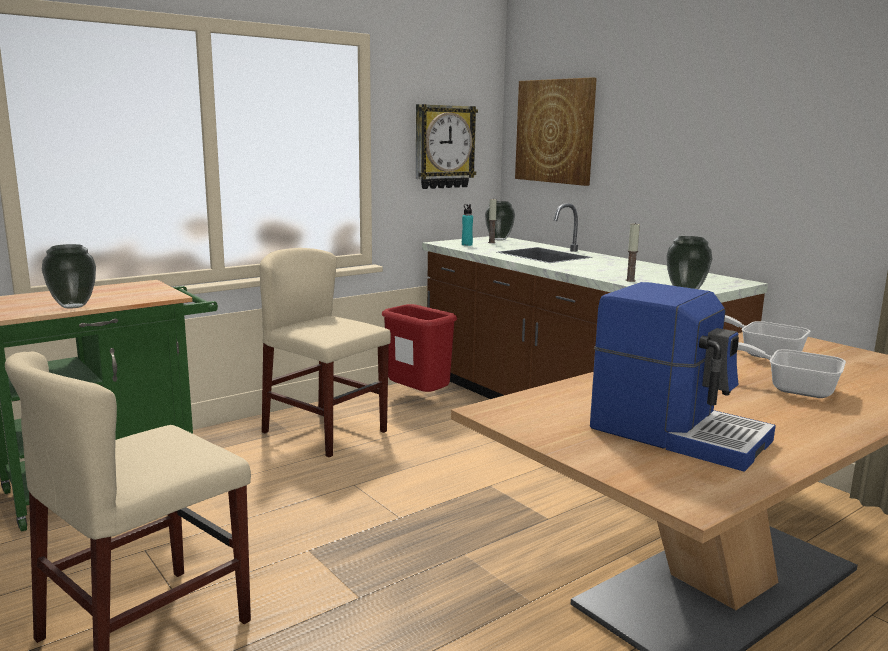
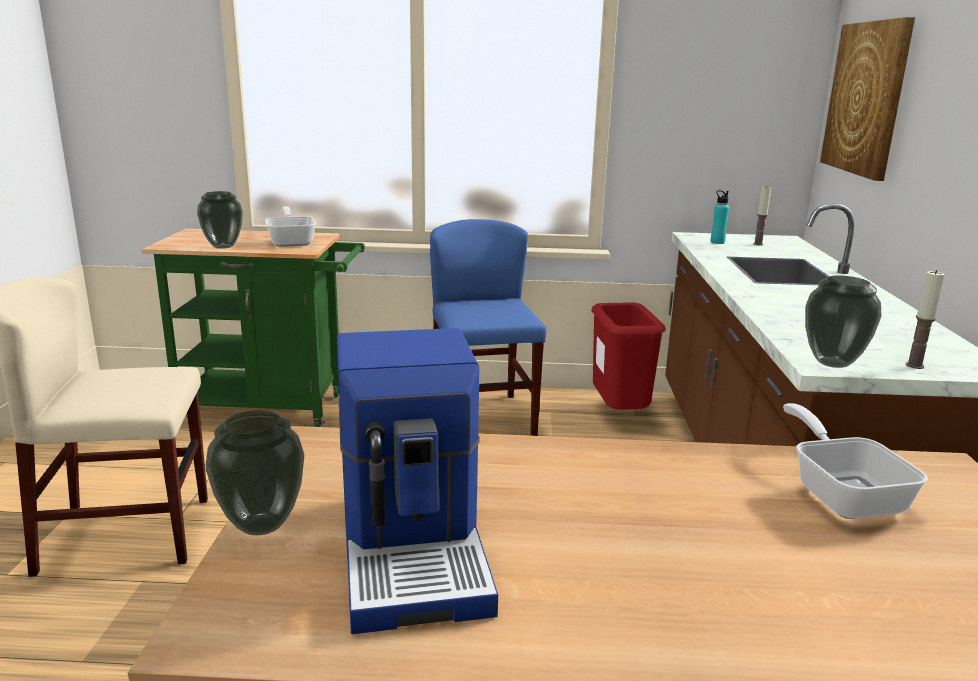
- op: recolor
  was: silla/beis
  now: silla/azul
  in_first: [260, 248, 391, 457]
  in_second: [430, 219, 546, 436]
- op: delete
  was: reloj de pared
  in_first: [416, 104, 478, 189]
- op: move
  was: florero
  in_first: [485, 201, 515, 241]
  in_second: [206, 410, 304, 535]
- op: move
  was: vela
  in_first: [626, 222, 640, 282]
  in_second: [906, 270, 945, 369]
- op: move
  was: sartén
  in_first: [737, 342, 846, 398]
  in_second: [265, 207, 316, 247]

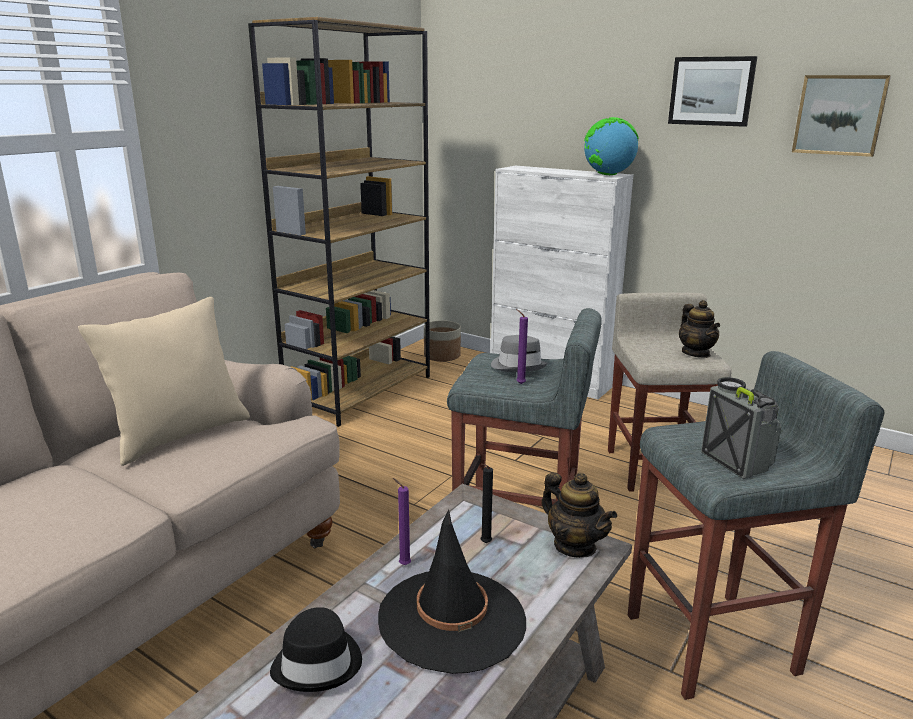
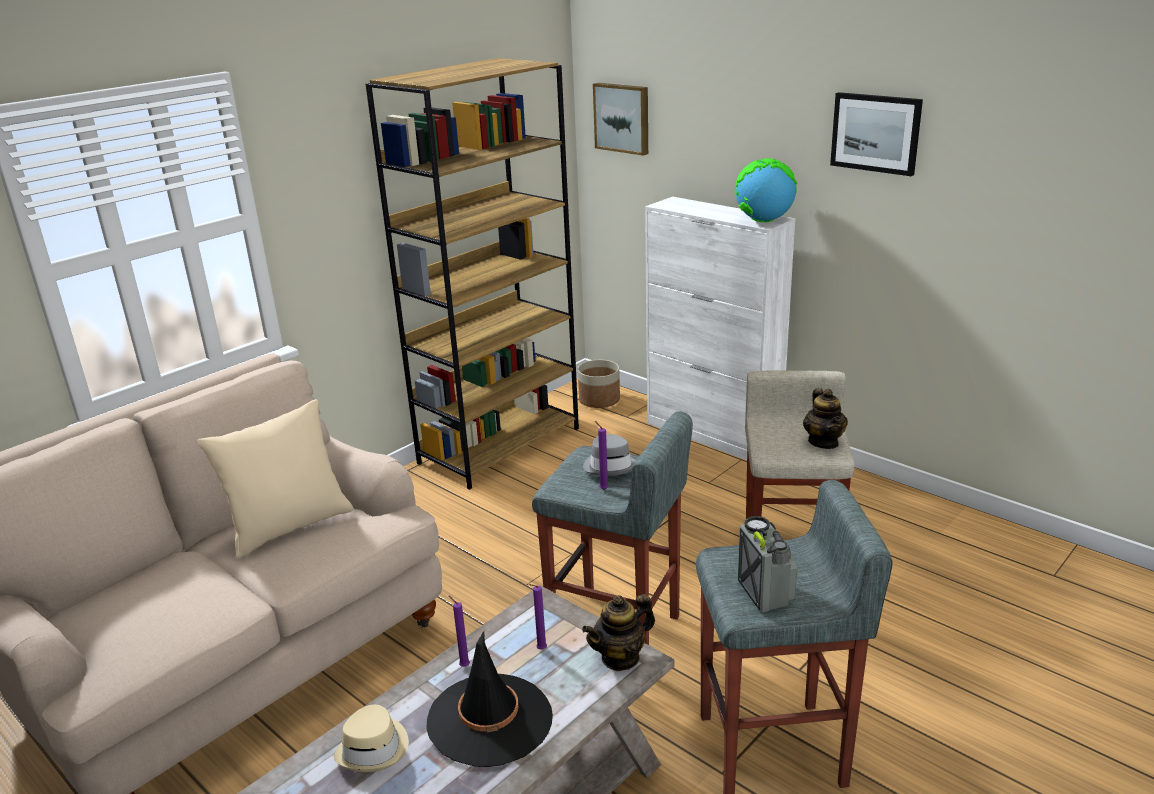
- op: recolor
  was: sombrero/negro
  now: sombrero/beis
  in_first: [270, 607, 362, 692]
  in_second: [334, 705, 409, 772]
- op: recolor
  was: vela/negro
  now: vela/morado
  in_first: [481, 464, 493, 543]
  in_second: [529, 584, 547, 650]
- op: rotate
  was: tetera
  in_first: [541, 472, 617, 558]
  in_second: [582, 594, 655, 671]
  clockwise: 90
- op: move
  was: cuadro
  in_first: [792, 75, 891, 157]
  in_second: [593, 83, 648, 156]

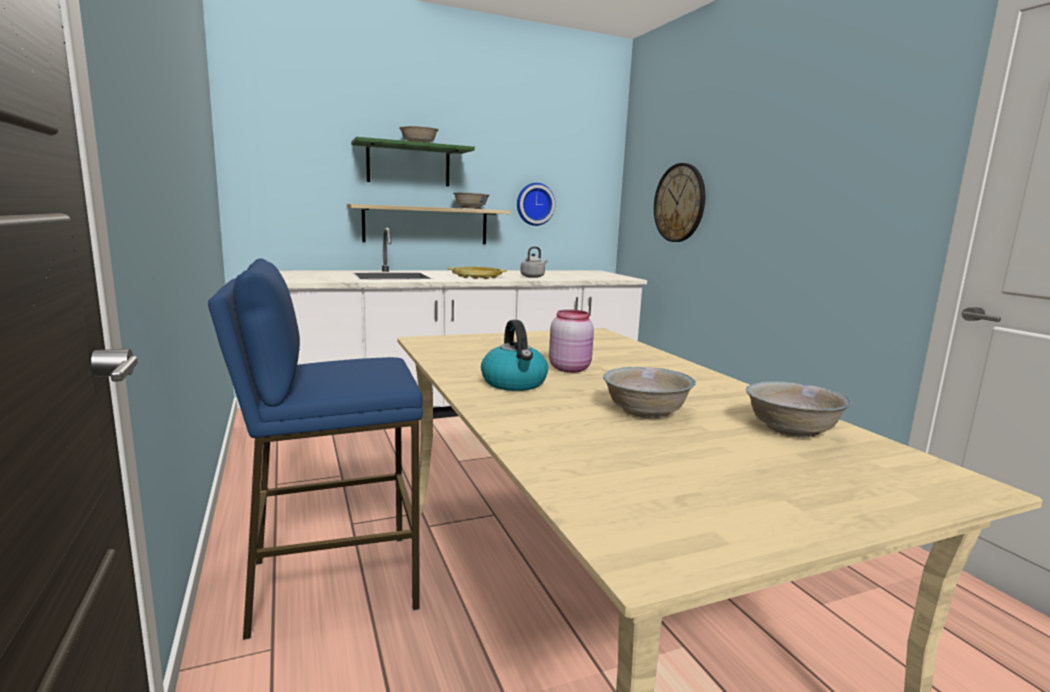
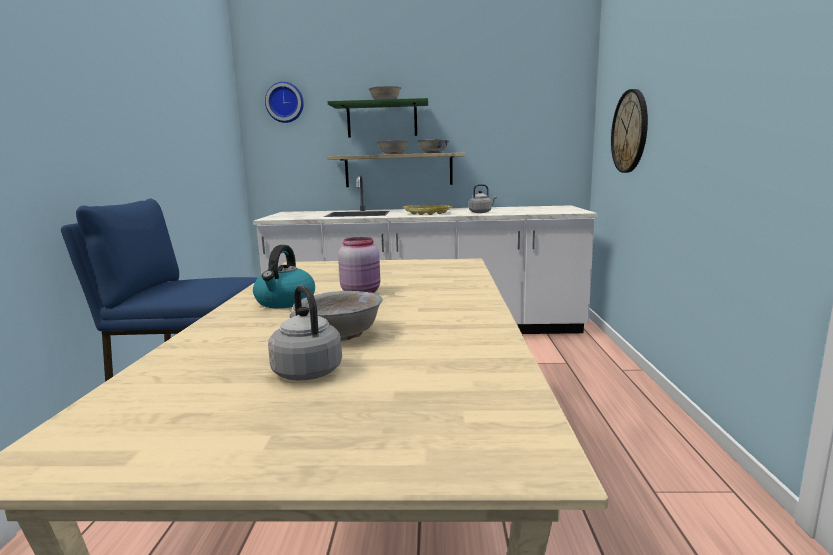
- op: move
  was: reloj de pared
  in_first: [517, 183, 555, 226]
  in_second: [265, 82, 304, 123]
- op: move
  was: cuenco/blanco
  in_first: [746, 381, 852, 437]
  in_second: [377, 140, 408, 155]
- op: insert
  now: hervidor/gris
  in_second: [268, 285, 342, 380]

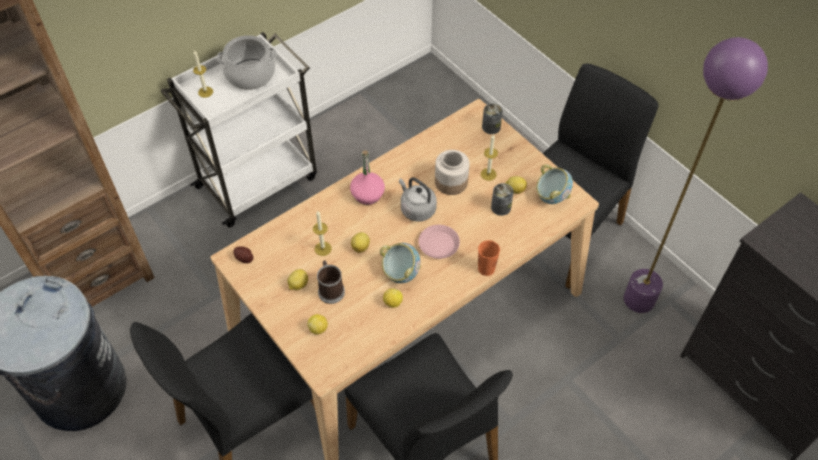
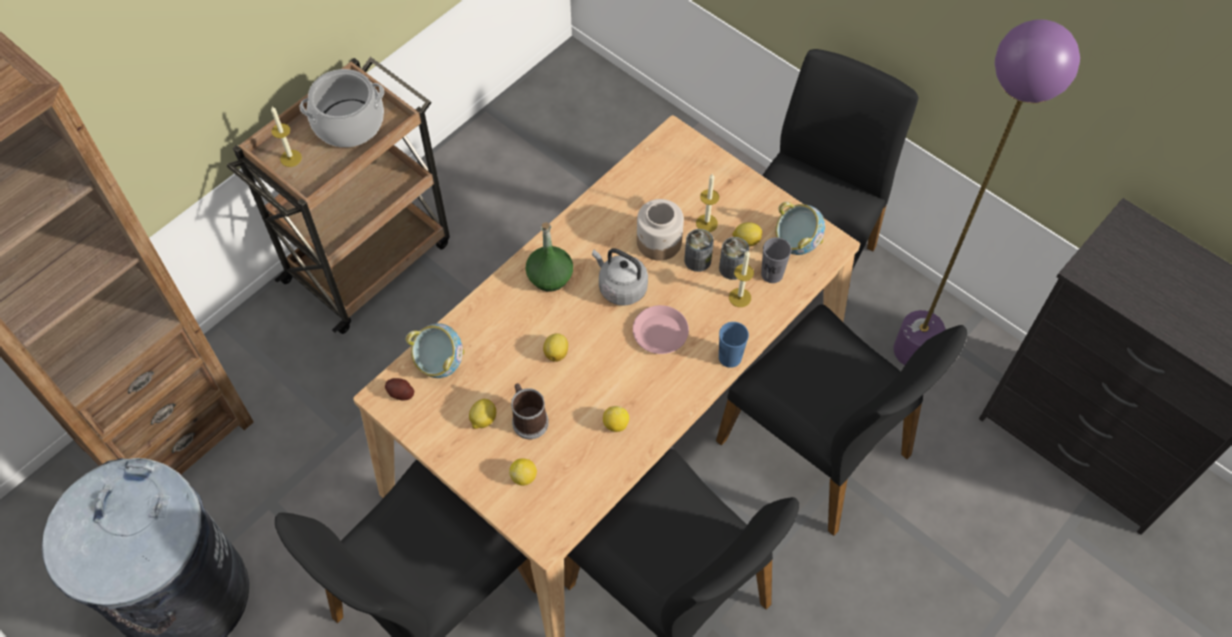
- op: recolor
  was: carrito/blanco
  now: carrito/marrón
  in_first: [161, 32, 317, 228]
  in_second: [227, 57, 450, 334]
- op: move
  was: vela
  in_first: [313, 211, 332, 256]
  in_second: [729, 251, 754, 307]
- op: recolor
  was: botella/rosa
  now: botella/verde
  in_first: [350, 150, 385, 205]
  in_second: [525, 222, 573, 292]
- op: move
  was: cuenco
  in_first: [380, 243, 421, 283]
  in_second: [406, 323, 464, 378]
- op: recolor
  was: taza/naranja
  now: taza/azul
  in_first: [478, 240, 500, 276]
  in_second: [719, 322, 749, 368]
- op: move
  was: lata
  in_first: [482, 103, 503, 134]
  in_second: [684, 229, 714, 272]
- op: insert
  now: silla/negro
  in_second: [716, 304, 967, 536]
- op: insert
  now: taza/gris
  in_second: [761, 237, 791, 283]

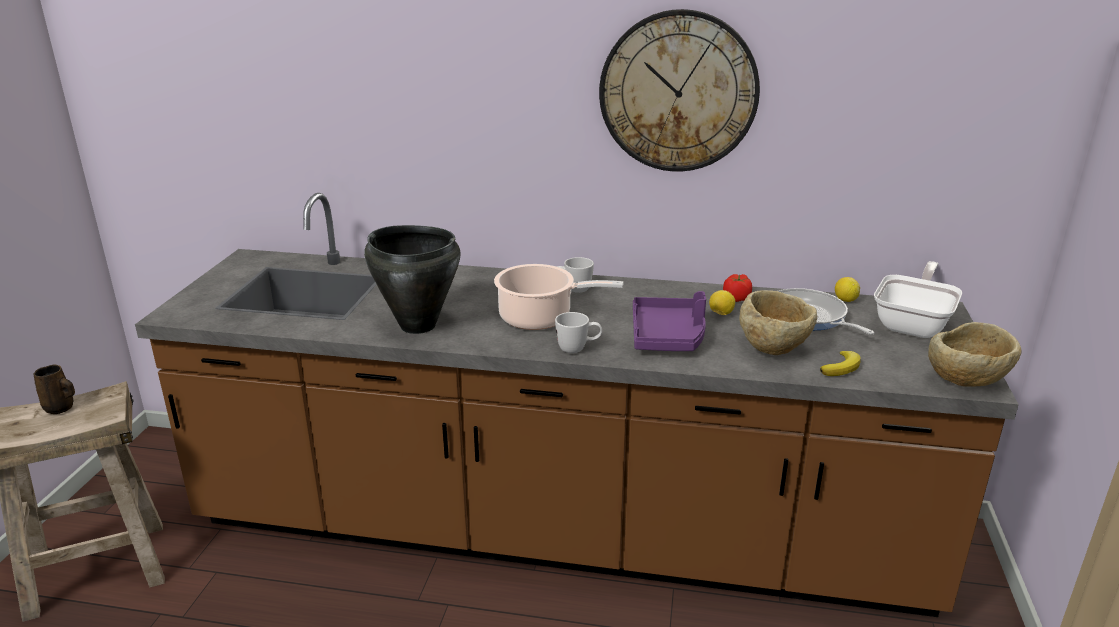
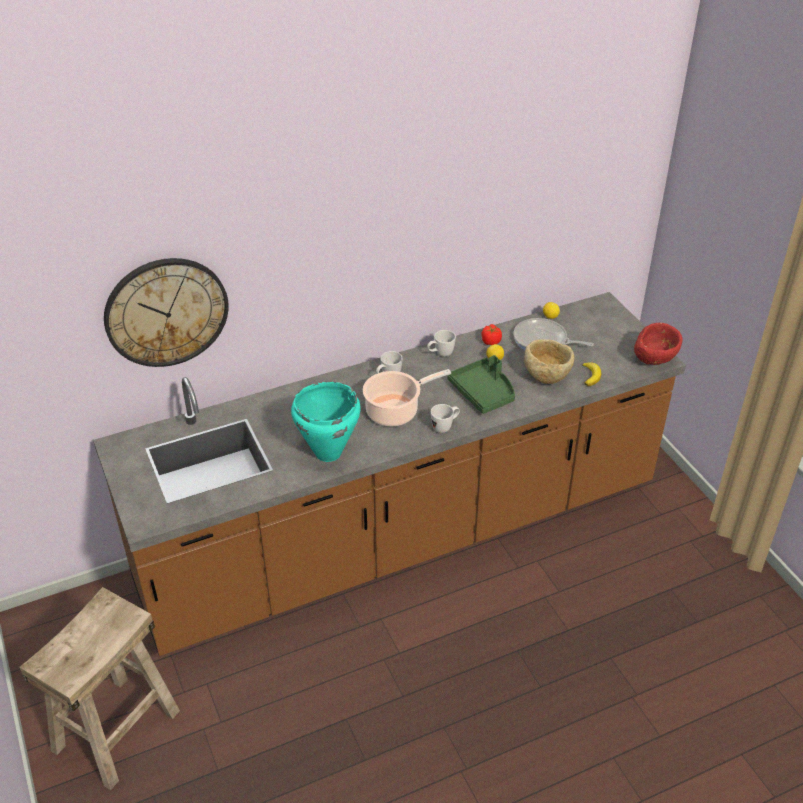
- op: delete
  was: taza grande/marrón
  in_first: [34, 365, 75, 414]
- op: recolor
  was: olla/negro
  now: olla/turquesa
  in_first: [364, 225, 461, 334]
  in_second: [291, 382, 361, 462]
- op: move
  was: reloj de pared
  in_first: [599, 9, 760, 171]
  in_second: [104, 258, 229, 367]
- op: recolor
  was: bandeja/morado
  now: bandeja/verde
  in_first: [633, 291, 706, 351]
  in_second: [447, 355, 515, 414]
- op: delete
  was: sartén
  in_first: [874, 261, 962, 338]
- op: recolor
  was: cuenco/beis
  now: cuenco/rojo
  in_first: [928, 322, 1022, 387]
  in_second: [634, 323, 683, 365]
- op: insert
  now: taza grande/blanco
  in_second: [427, 330, 456, 357]

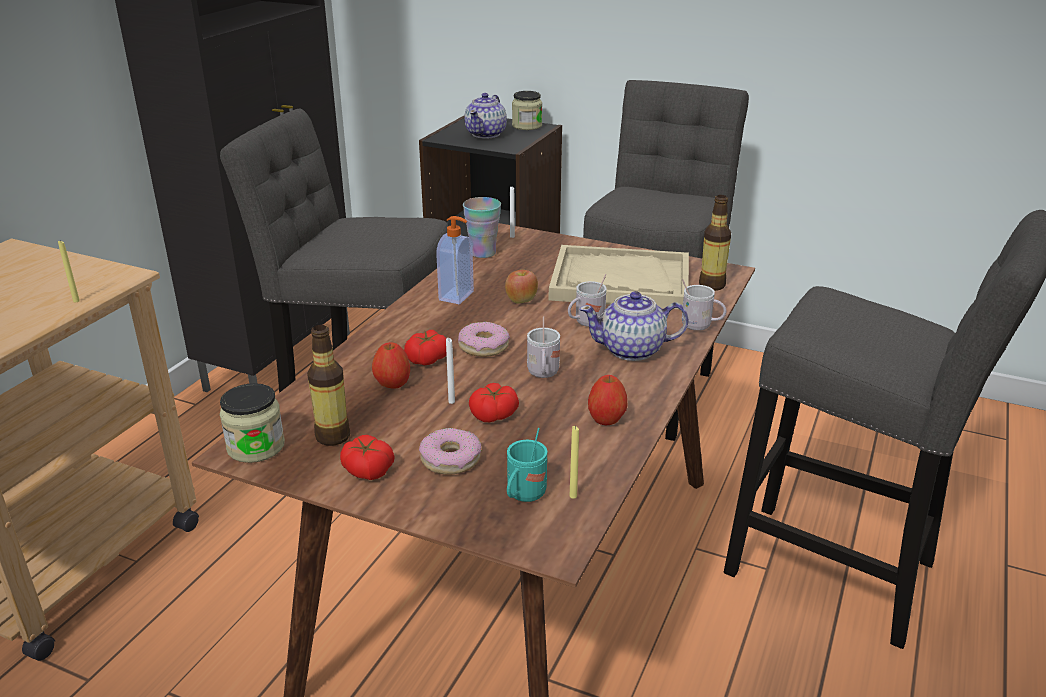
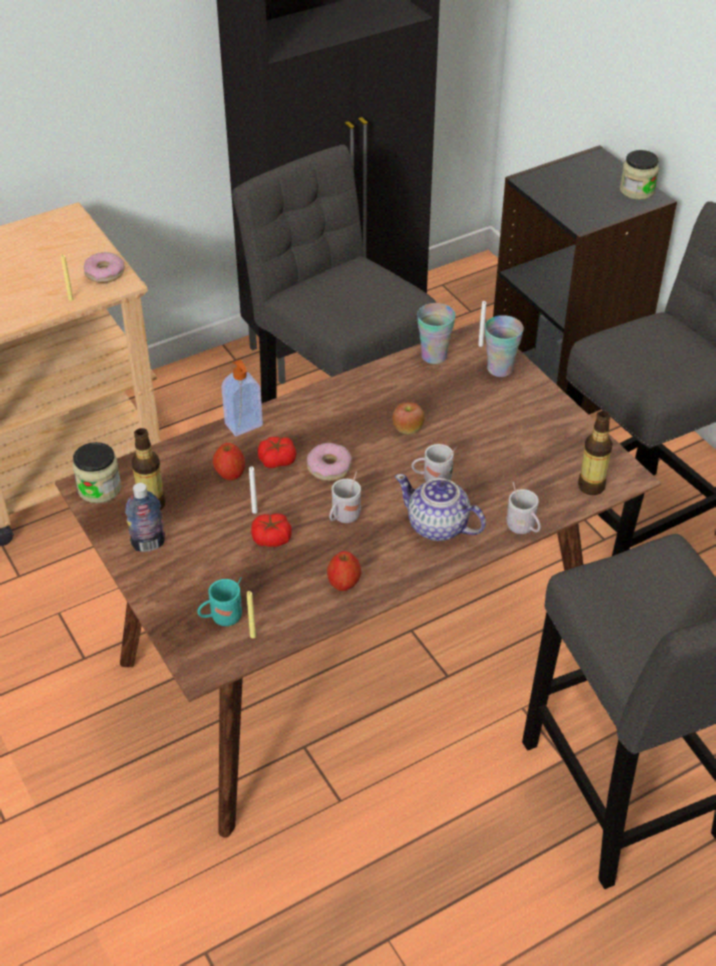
- op: replace
  was: tomate
  now: botella
  in_first: [340, 435, 395, 480]
  in_second: [125, 483, 165, 552]
- op: move
  was: rosquilla
  in_first: [419, 428, 481, 475]
  in_second: [84, 252, 125, 283]
- op: move
  was: dispensador de jabón
  in_first: [436, 216, 474, 304]
  in_second: [221, 360, 263, 436]
- op: delete
  was: tetera
  in_first: [464, 93, 507, 139]
- op: delete
  was: bandeja/beis
  in_first: [549, 245, 689, 309]
- op: insert
  now: taza
  in_second: [485, 315, 524, 377]

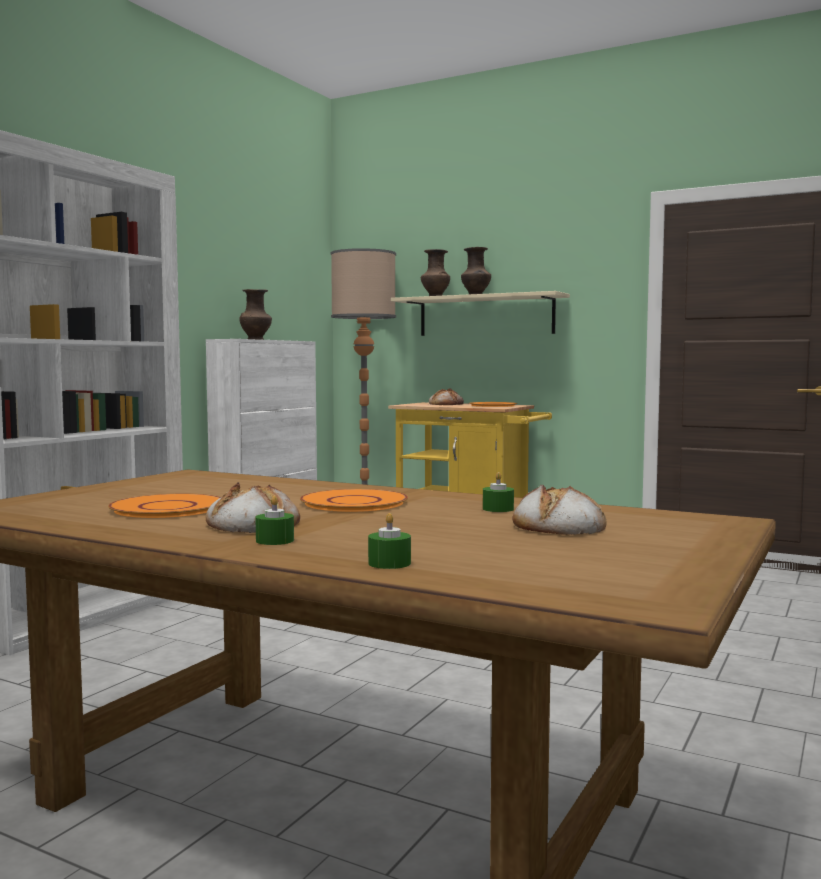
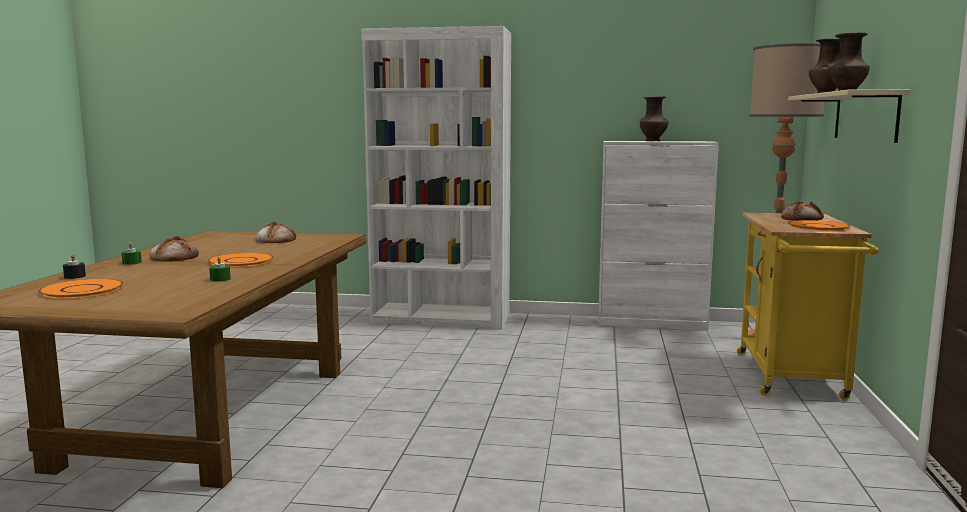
- op: move
  was: plato/naranja
  in_first: [108, 493, 221, 518]
  in_second: [38, 279, 124, 299]
- op: recolor
  was: vela/verde
  now: vela/negro
  in_first: [368, 513, 411, 569]
  in_second: [63, 254, 86, 279]
- op: move
  was: pan
  in_first: [513, 485, 607, 535]
  in_second: [255, 222, 296, 243]

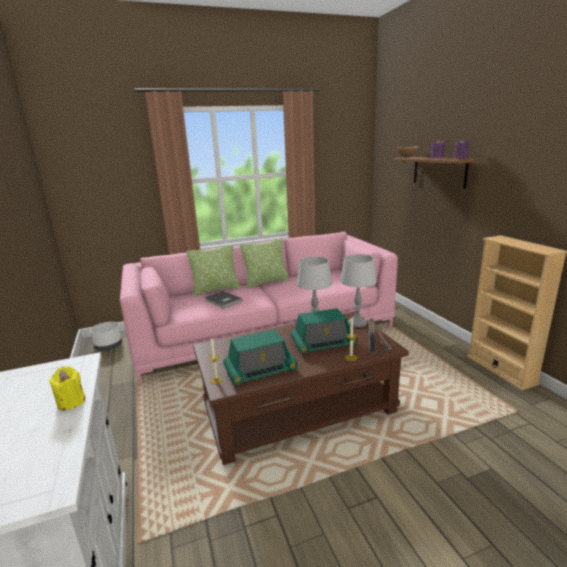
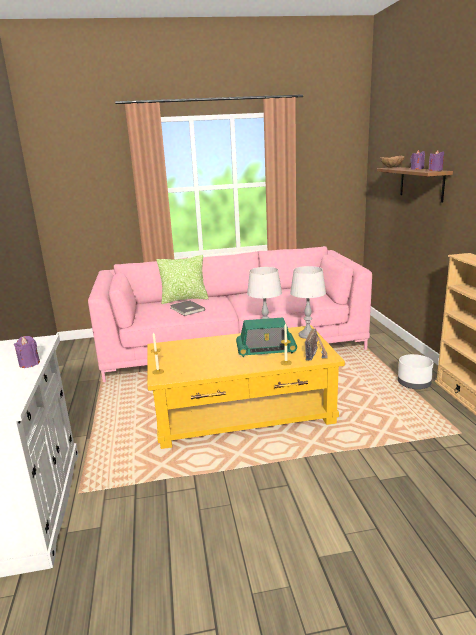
- op: recolor
  was: vela/amarillo
  now: vela/morado
  in_first: [49, 366, 85, 411]
  in_second: [14, 336, 40, 368]
- op: move
  was: maceta/blanco
  in_first: [90, 322, 122, 351]
  in_second: [398, 354, 433, 389]
- op: recolor
  was: mesa de centro/marrón
  now: mesa de centro/amarillo
  in_first: [193, 312, 409, 465]
  in_second: [147, 325, 345, 449]
- op: delete
  was: radio
  in_first: [223, 329, 298, 385]
- op: delete
  was: cojín
  in_first: [240, 239, 290, 288]

